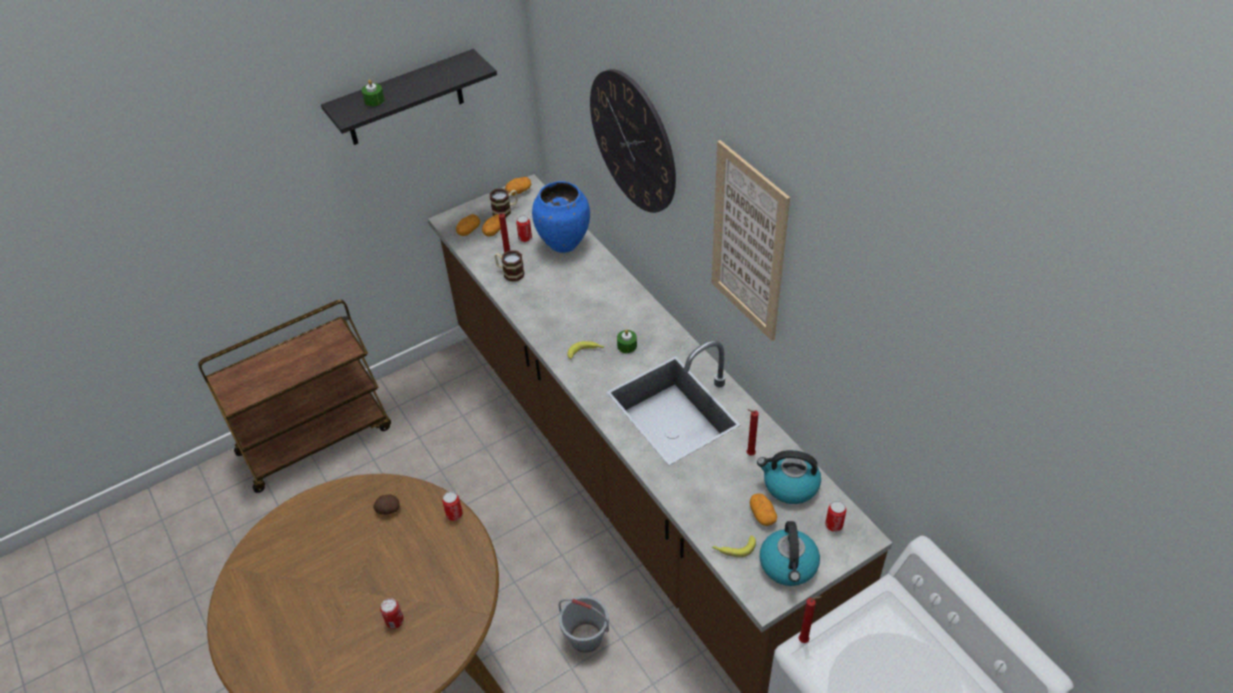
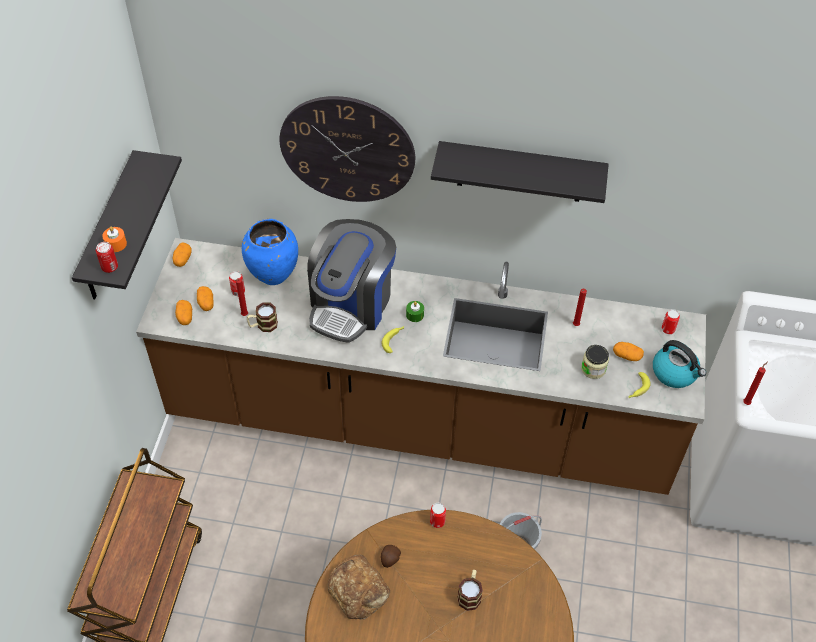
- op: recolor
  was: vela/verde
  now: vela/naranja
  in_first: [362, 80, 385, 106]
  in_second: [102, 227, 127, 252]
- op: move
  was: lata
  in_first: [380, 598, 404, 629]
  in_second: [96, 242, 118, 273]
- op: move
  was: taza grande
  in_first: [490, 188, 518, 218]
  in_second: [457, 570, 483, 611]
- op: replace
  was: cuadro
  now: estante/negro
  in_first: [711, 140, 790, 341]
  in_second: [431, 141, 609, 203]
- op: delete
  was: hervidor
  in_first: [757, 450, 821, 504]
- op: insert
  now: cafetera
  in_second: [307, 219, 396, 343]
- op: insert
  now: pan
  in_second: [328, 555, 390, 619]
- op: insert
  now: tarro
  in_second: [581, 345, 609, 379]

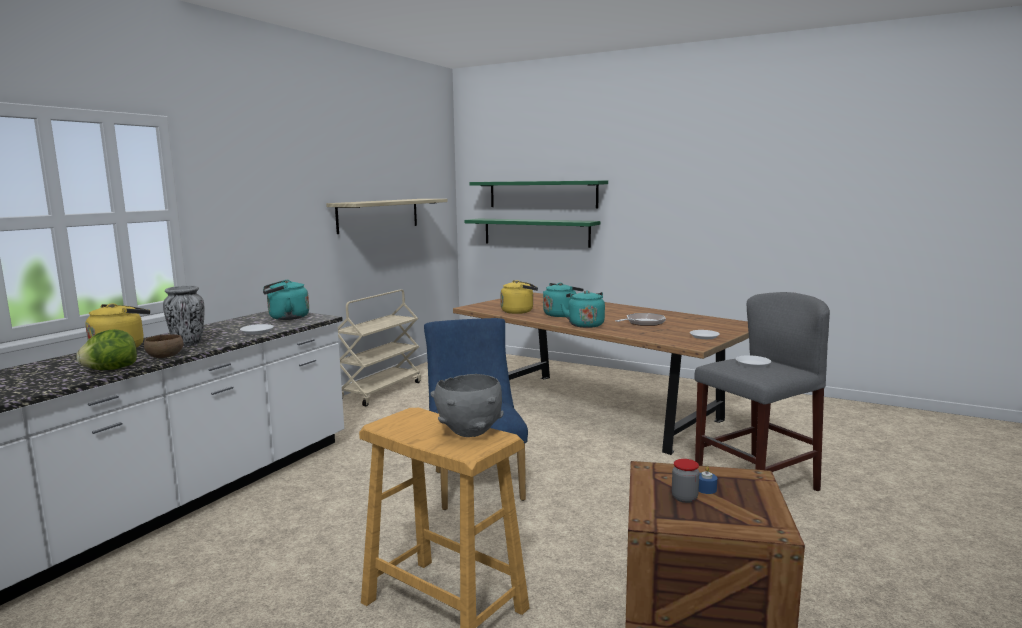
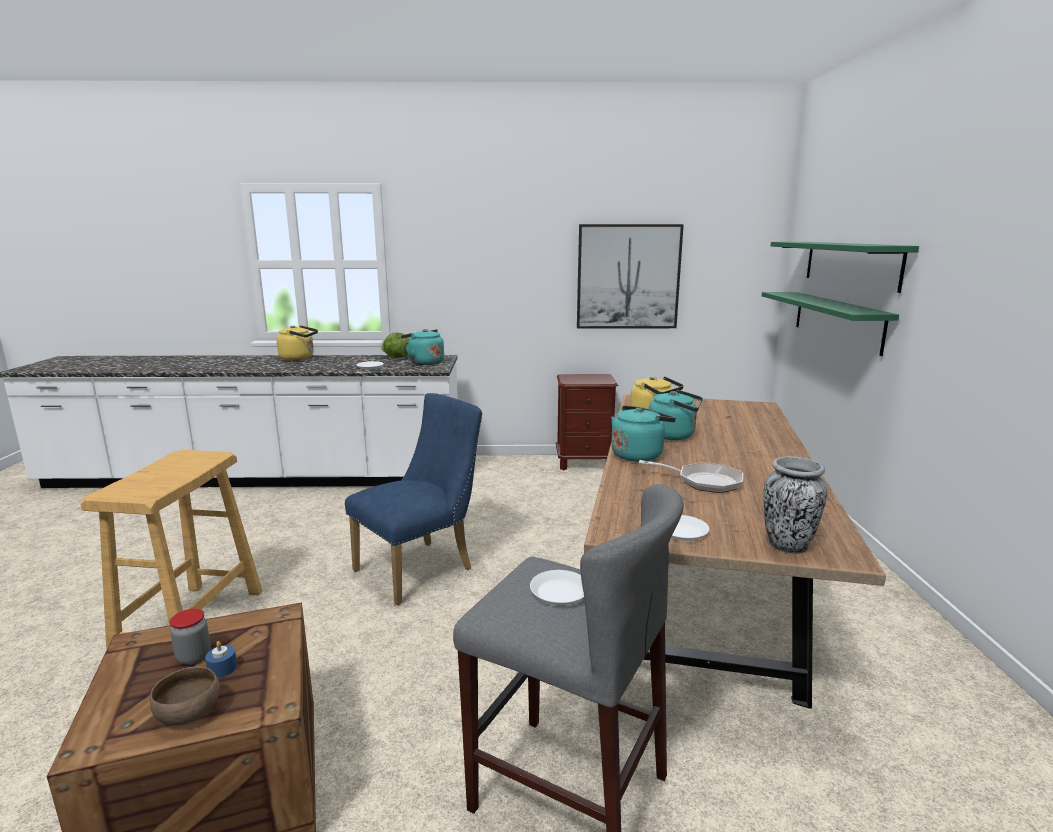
- op: move
  was: lechuga
  in_first: [76, 329, 137, 370]
  in_second: [381, 332, 409, 358]
- op: move
  was: cuenco/marrón
  in_first: [144, 334, 184, 358]
  in_second: [150, 667, 220, 725]
- op: move
  was: florero
  in_first: [163, 286, 204, 346]
  in_second: [764, 456, 827, 554]
- op: replace
  was: estante
  now: cuadro
  in_first: [326, 199, 448, 234]
  in_second: [577, 224, 684, 329]
- op: replace
  was: carrito/beis
  now: mesita de noche/marrón
  in_first: [338, 289, 421, 406]
  in_second: [556, 374, 618, 470]
- op: delete
  was: cuenco/gris
  in_first: [431, 374, 504, 437]

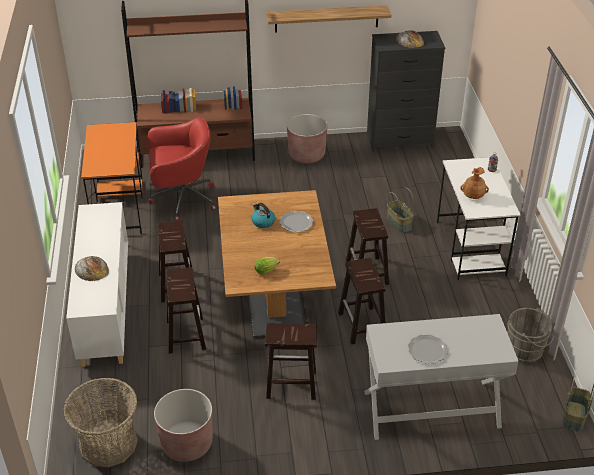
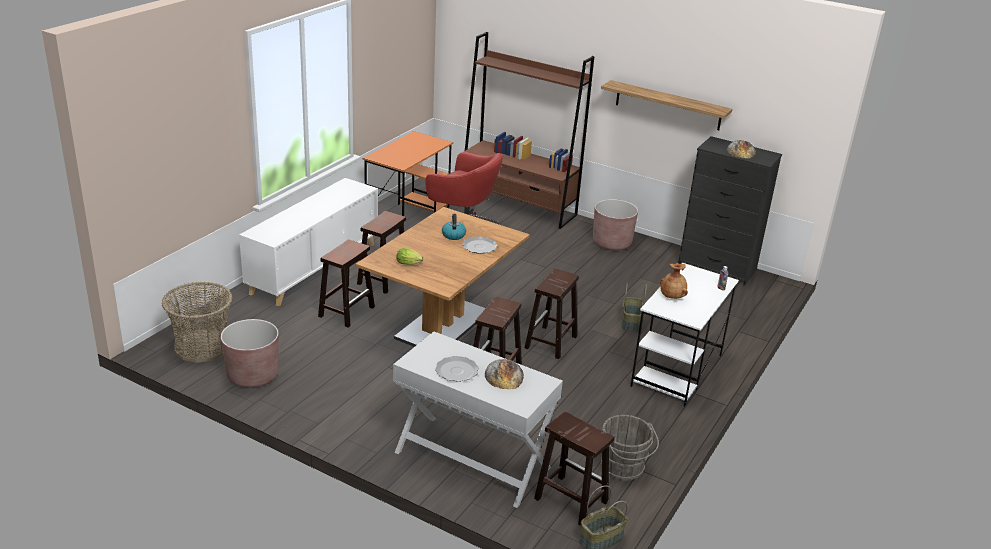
- op: move
  was: pan
  in_first: [75, 256, 109, 281]
  in_second: [485, 359, 524, 389]
- op: move
  was: taburete/marrón
  in_first: [265, 323, 317, 400]
  in_second: [534, 412, 615, 526]

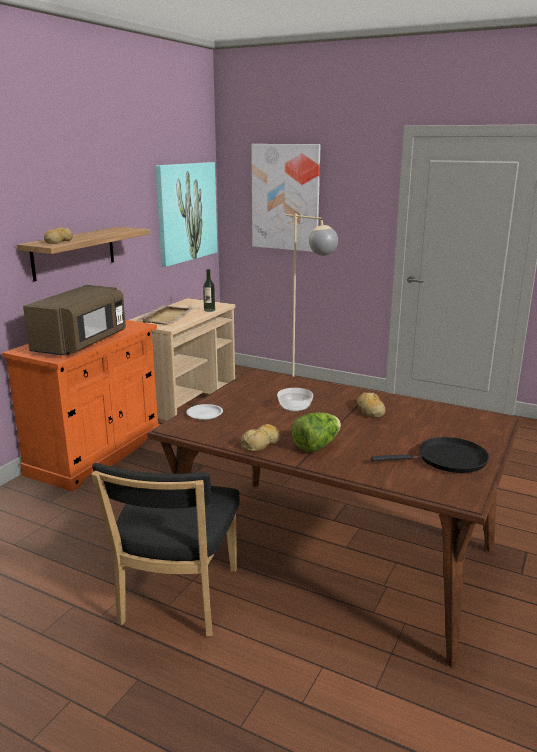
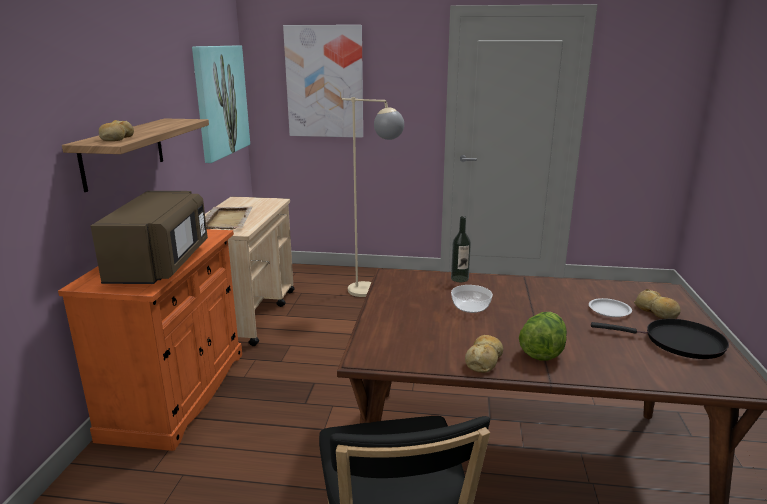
- op: move
  was: plato/blanco
  in_first: [186, 404, 223, 420]
  in_second: [589, 298, 632, 317]
- op: move
  was: botella
  in_first: [203, 269, 215, 312]
  in_second: [451, 216, 471, 282]
- op: move
  was: pan
  in_first: [357, 392, 385, 418]
  in_second: [634, 289, 681, 319]
- op: rotate
  was: sartén/negro
  in_first: [371, 437, 489, 473]
  in_second: [591, 319, 729, 359]
  clockwise: 45

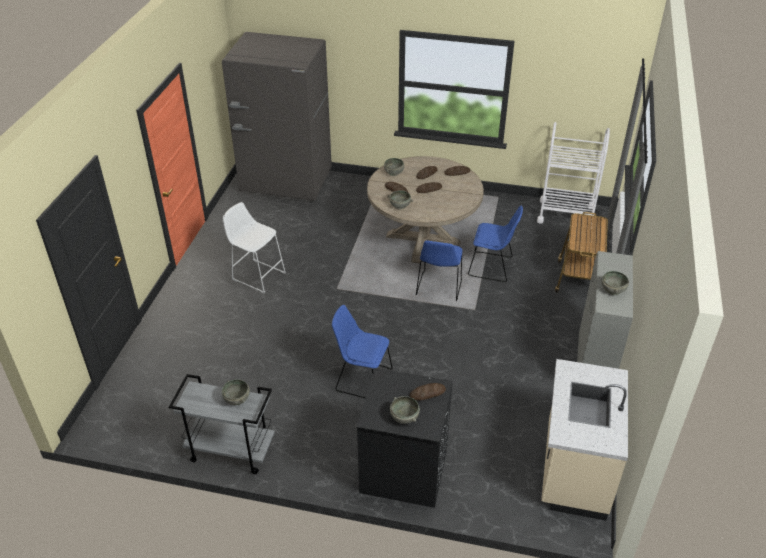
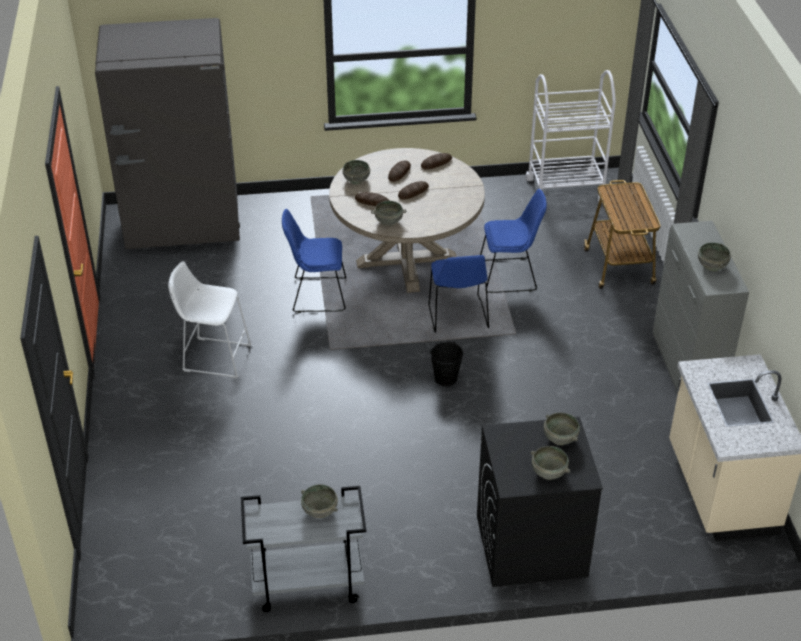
- op: move
  was: silla/azul
  in_first: [332, 305, 393, 398]
  in_second: [282, 209, 346, 313]
- op: replace
  was: pan
  now: cuenco/gris
  in_first: [410, 383, 446, 400]
  in_second: [544, 413, 580, 445]
- op: insert
  now: cubo/negro
  in_second: [430, 341, 463, 386]

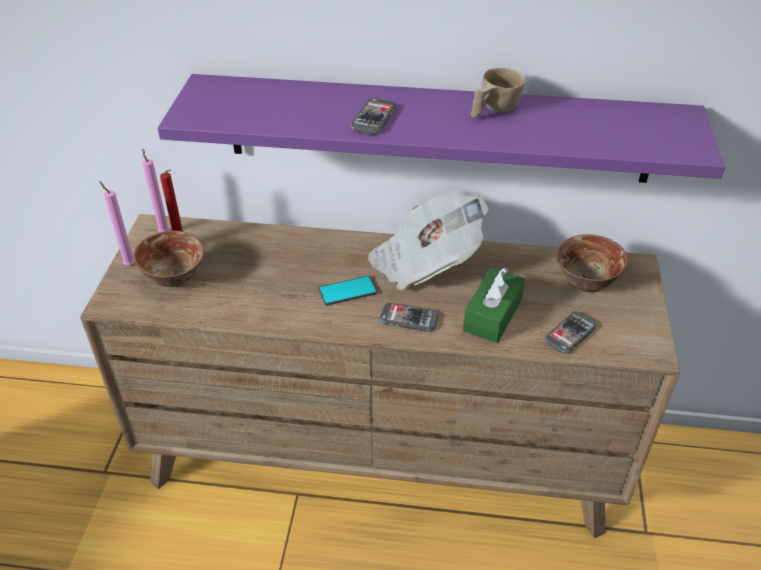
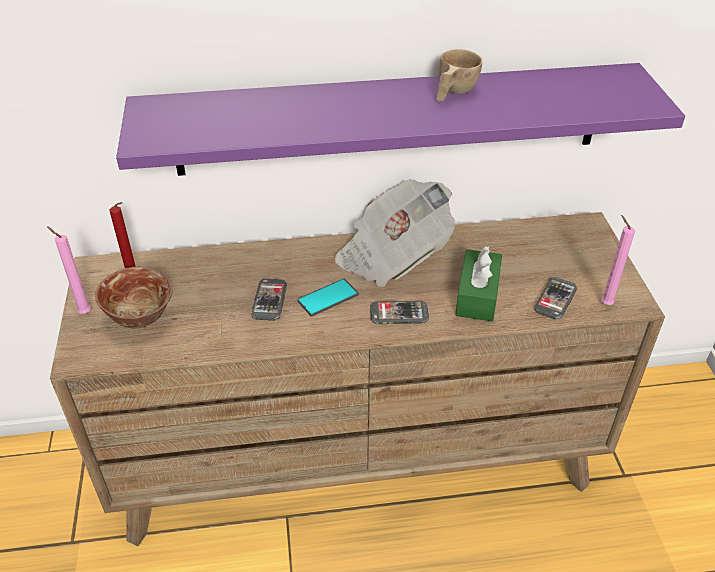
- op: move
  was: vela/rosa
  in_first: [142, 149, 169, 232]
  in_second: [601, 215, 635, 305]
- op: move
  was: móvil
  in_first: [350, 98, 397, 135]
  in_second: [251, 279, 287, 321]
- op: delete
  was: cuenco
  in_first: [556, 234, 628, 292]

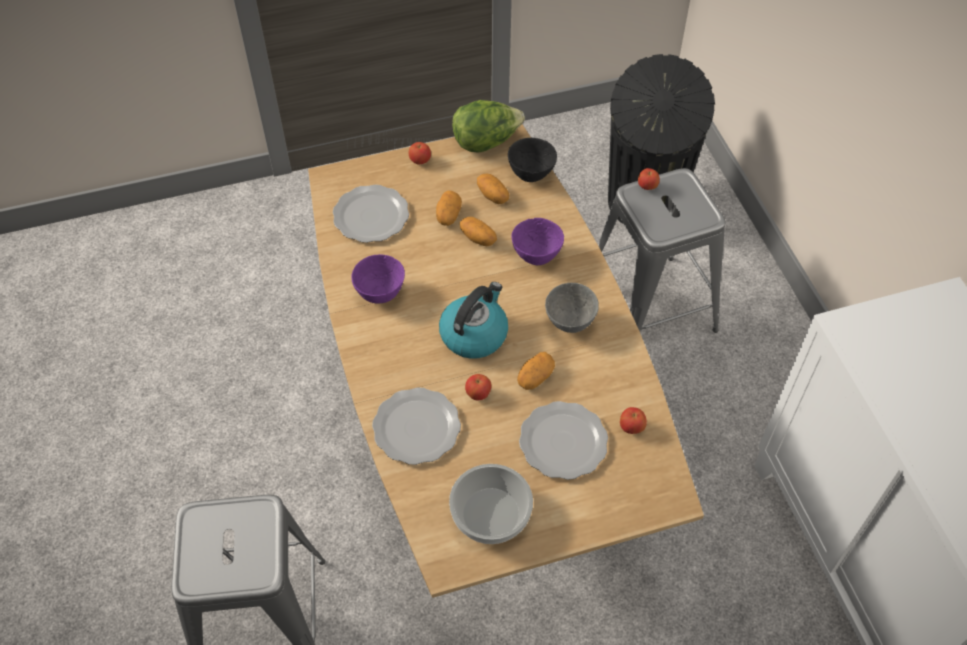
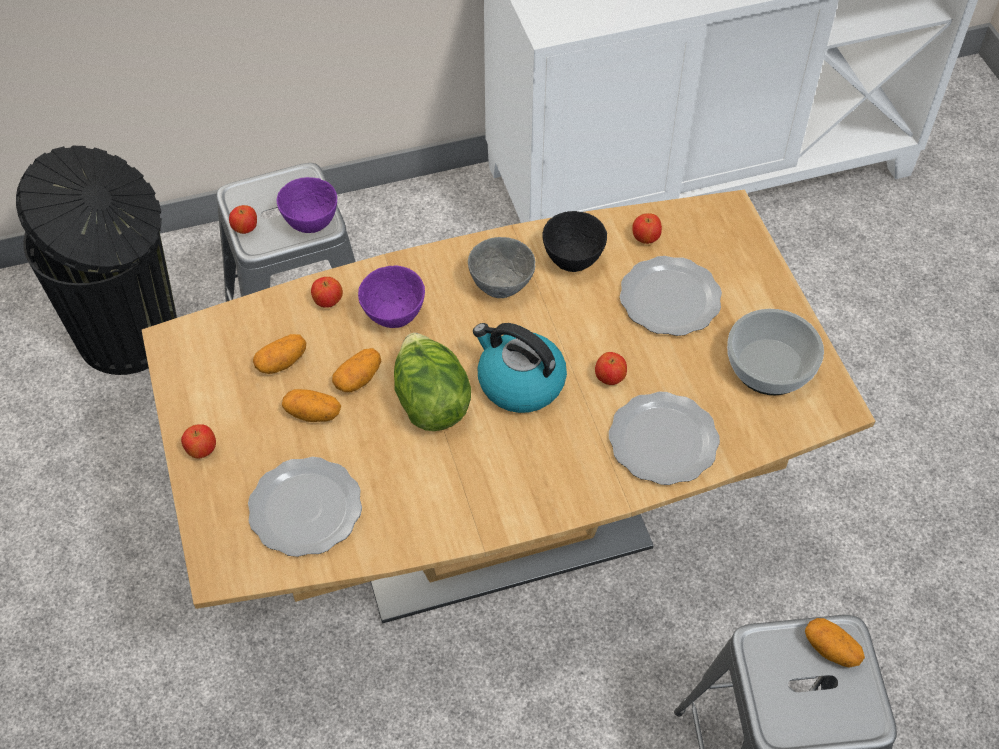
- op: move
  was: cuenco/morado
  in_first: [351, 254, 405, 304]
  in_second: [277, 177, 337, 233]
- op: move
  was: lechuga
  in_first: [452, 100, 525, 153]
  in_second: [394, 333, 471, 431]
- op: move
  was: cuenco/negro
  in_first: [508, 138, 557, 182]
  in_second: [542, 211, 607, 272]
- op: move
  was: patata
  in_first: [517, 352, 555, 390]
  in_second: [805, 618, 865, 668]
- op: insert
  now: manzana
  in_second: [311, 277, 343, 308]

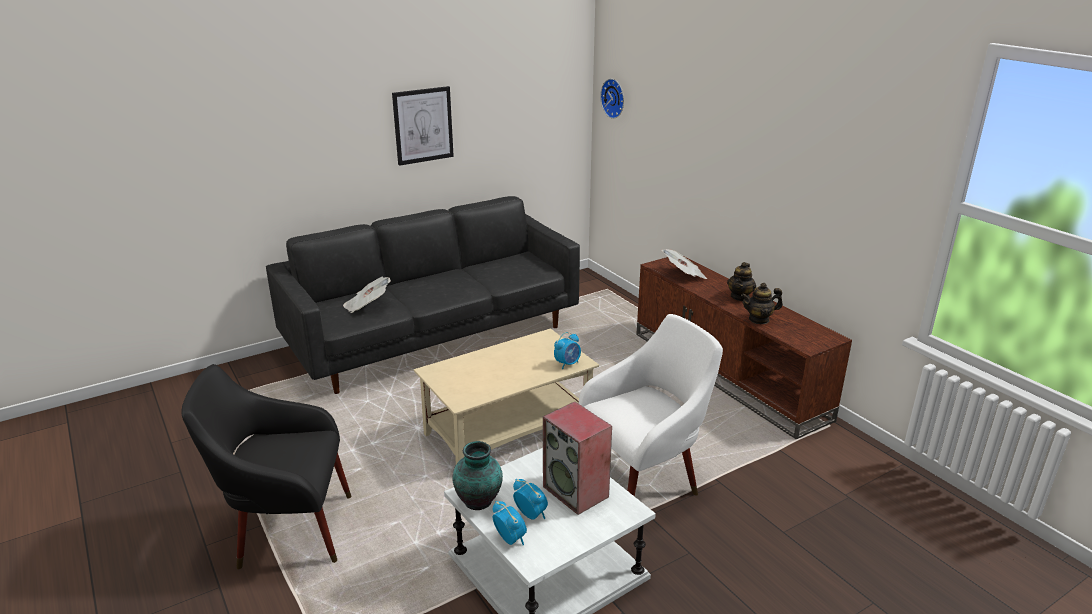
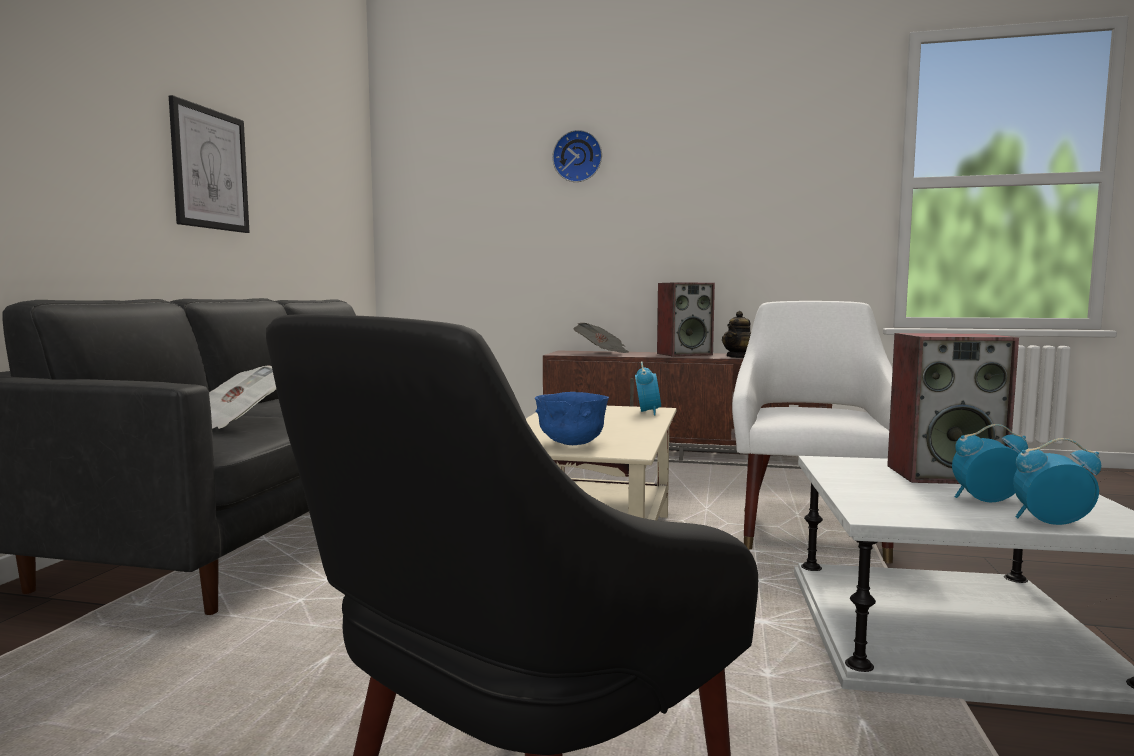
- op: delete
  was: florero
  in_first: [452, 441, 503, 510]
- op: move
  was: reloj de pared
  in_first: [600, 79, 624, 119]
  in_second: [552, 130, 602, 182]
- op: replace
  was: tetera
  now: altavoz
  in_first: [727, 262, 756, 301]
  in_second: [657, 282, 715, 356]
- op: insert
  now: cuenco/azul
  in_second: [535, 392, 609, 445]

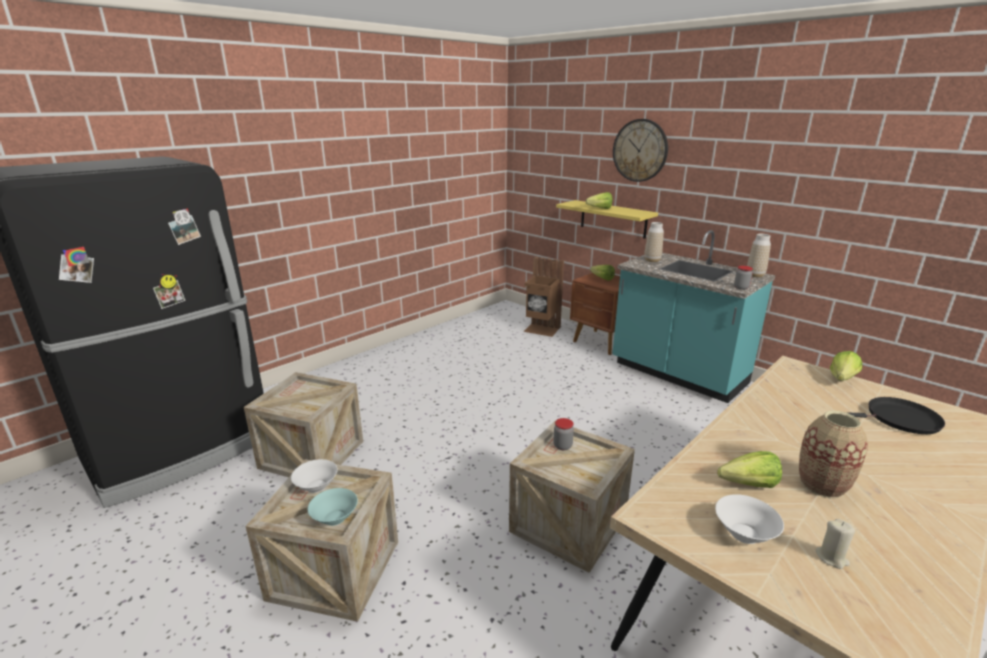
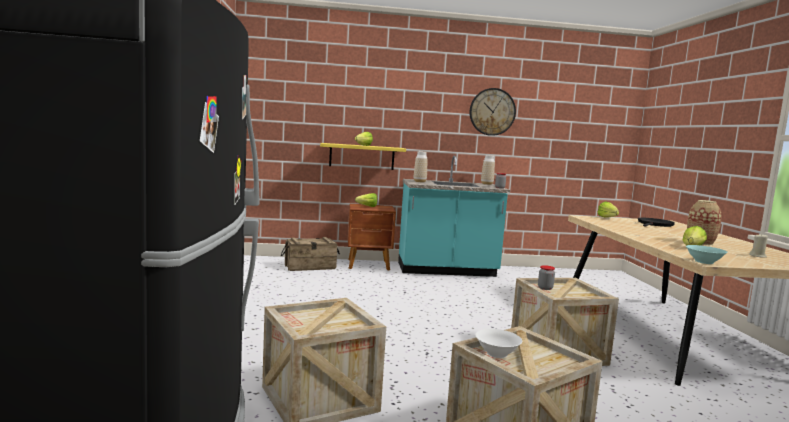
- op: move
  was: cuenco/turquesa
  in_first: [308, 488, 358, 526]
  in_second: [686, 245, 728, 264]
- op: replace
  was: papelera/marrón
  now: caja de embalaje
  in_first: [523, 257, 564, 337]
  in_second: [281, 237, 340, 271]
- op: move
  was: reloj de pared
  in_first: [613, 119, 668, 182]
  in_second: [469, 88, 516, 136]
- op: delete
  was: cuenco/blanco
  in_first: [715, 494, 784, 544]

